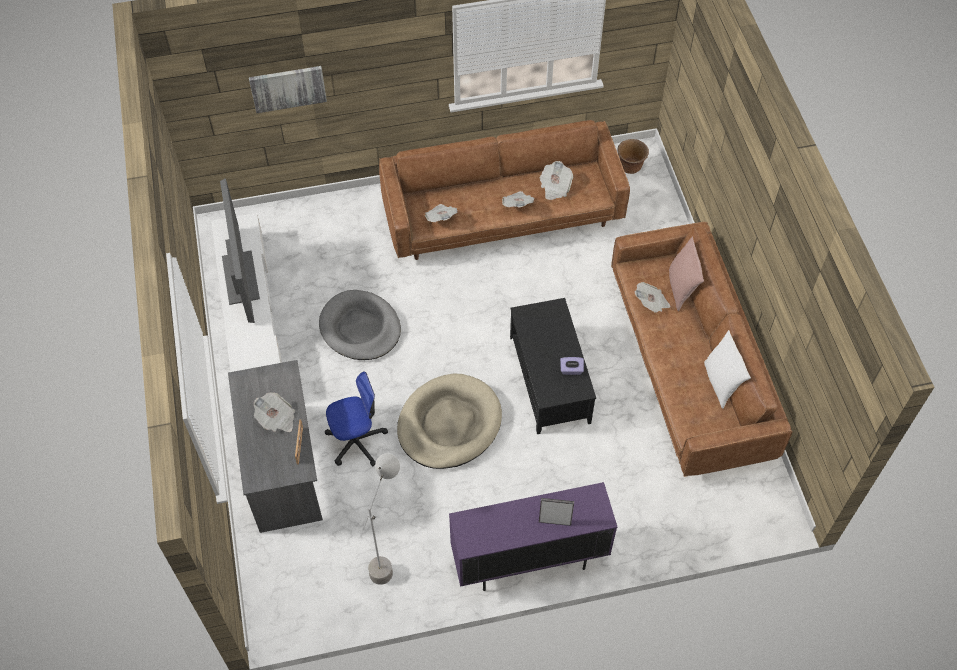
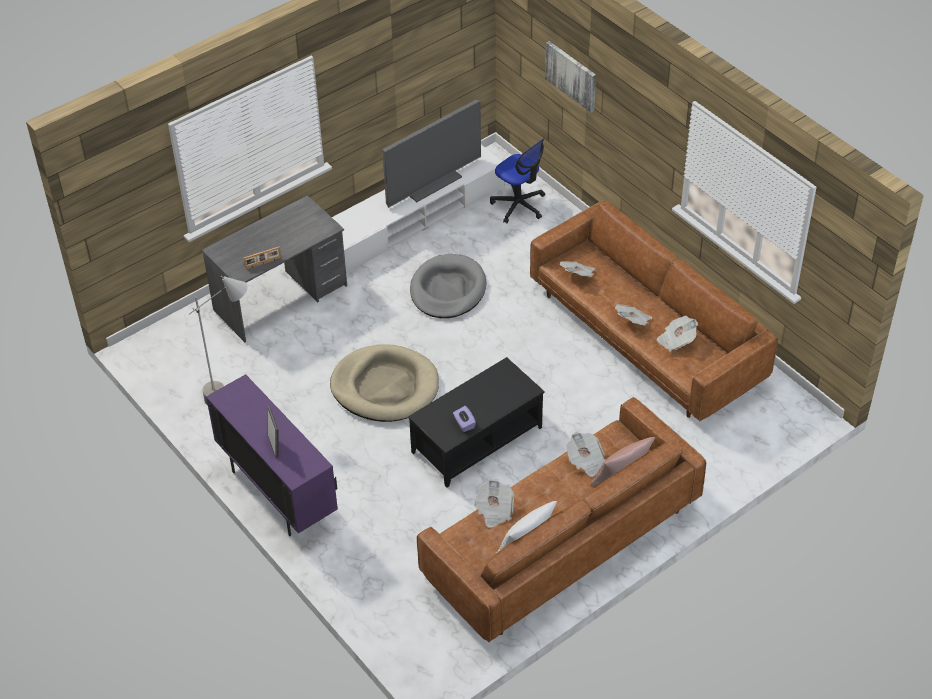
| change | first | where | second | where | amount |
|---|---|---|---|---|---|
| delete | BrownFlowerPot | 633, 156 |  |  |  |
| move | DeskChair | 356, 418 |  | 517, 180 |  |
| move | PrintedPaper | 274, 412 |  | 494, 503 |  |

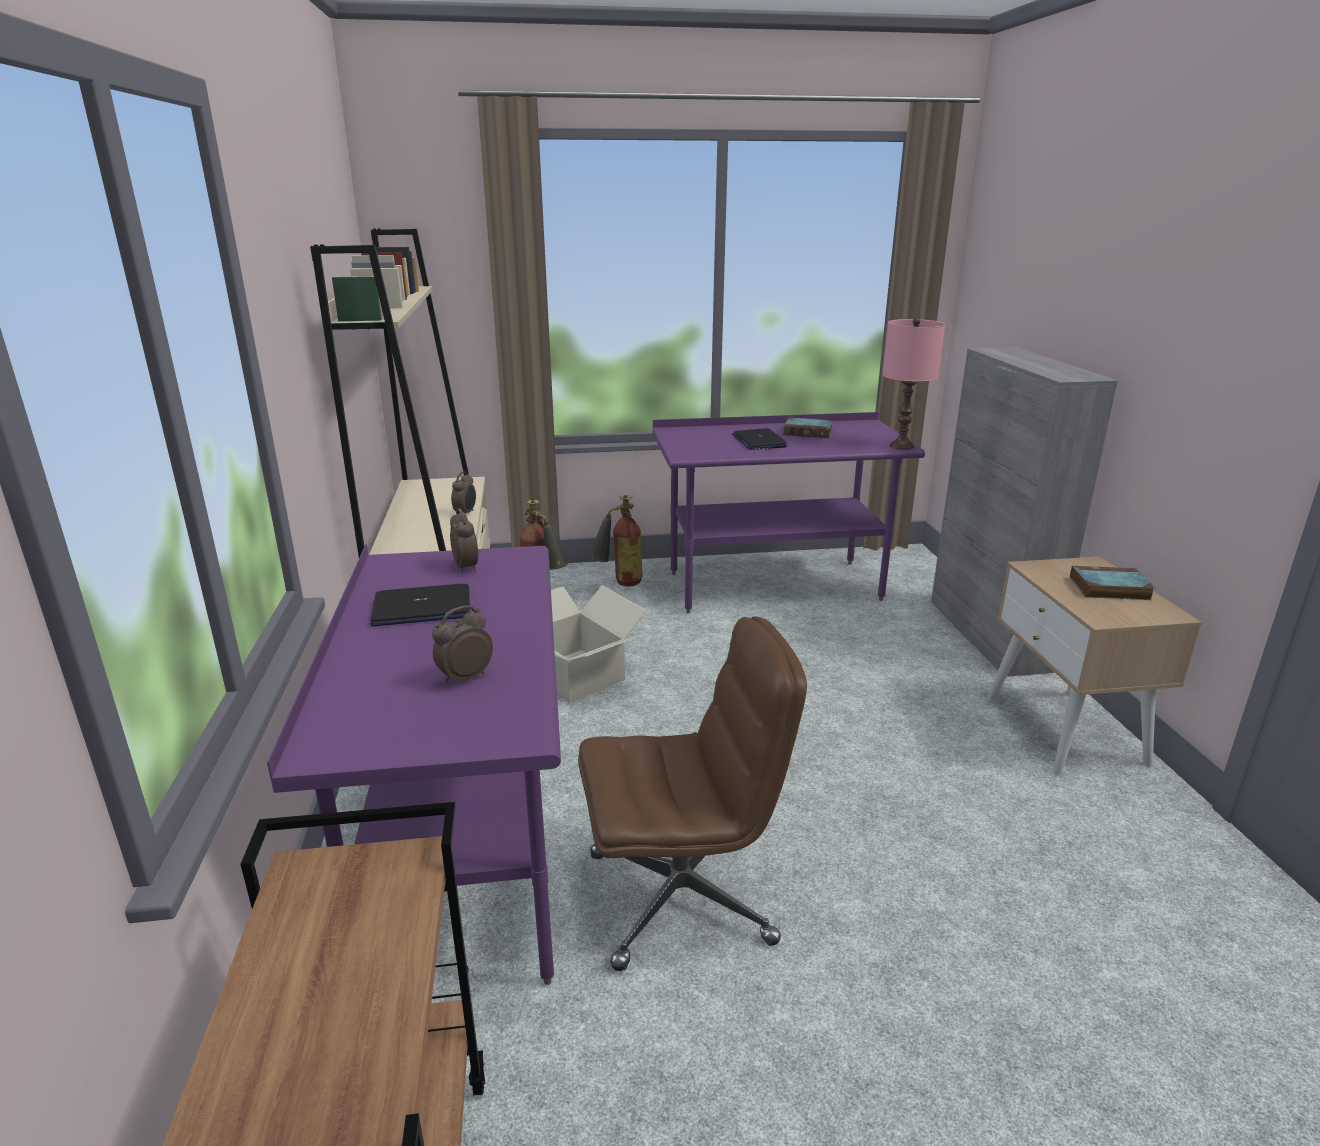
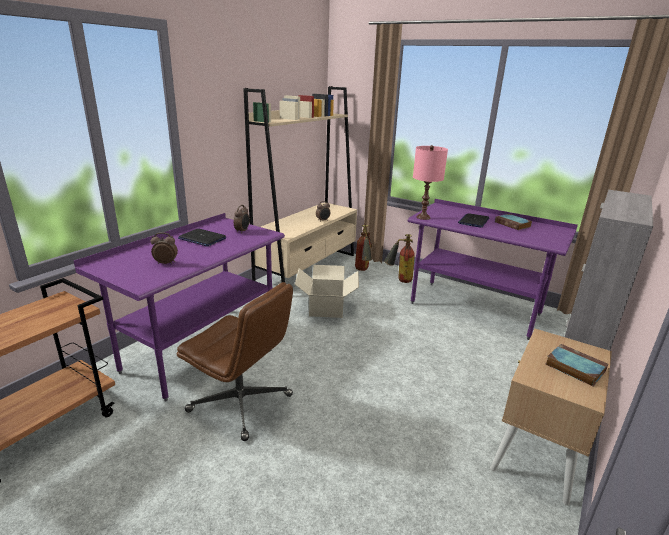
| change | first | where | second | where | amount |
|---|---|---|---|---|---|
| move | PinkTabletopLamp | 913, 384 |  | 430, 182 |  |

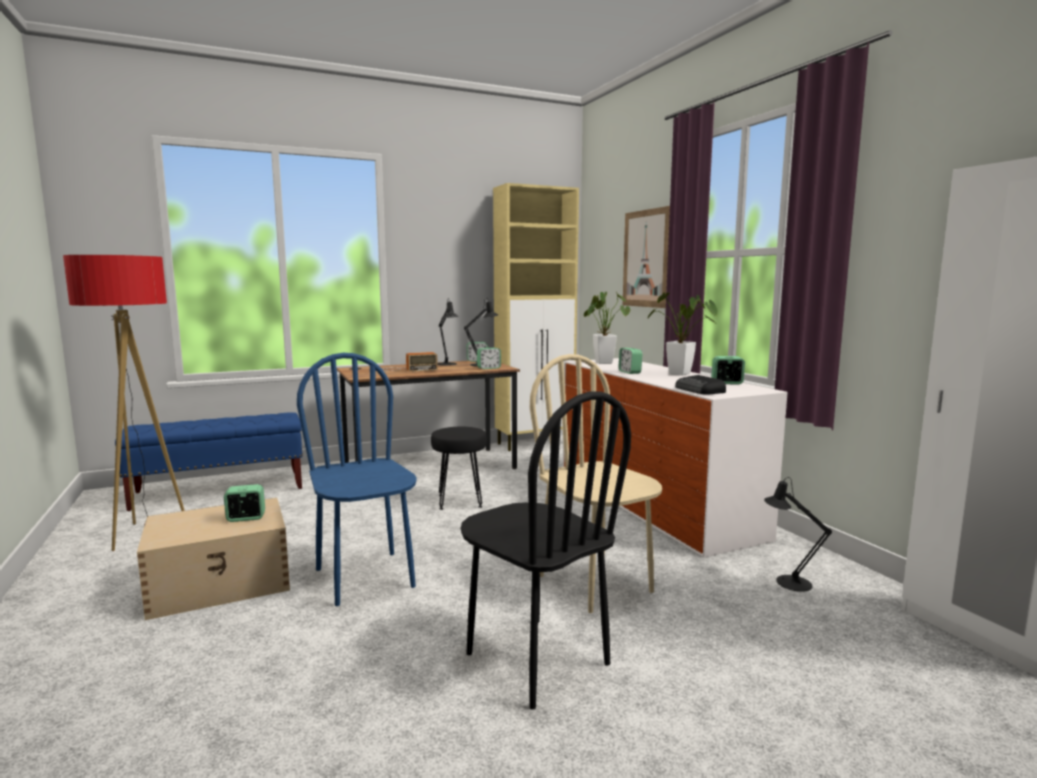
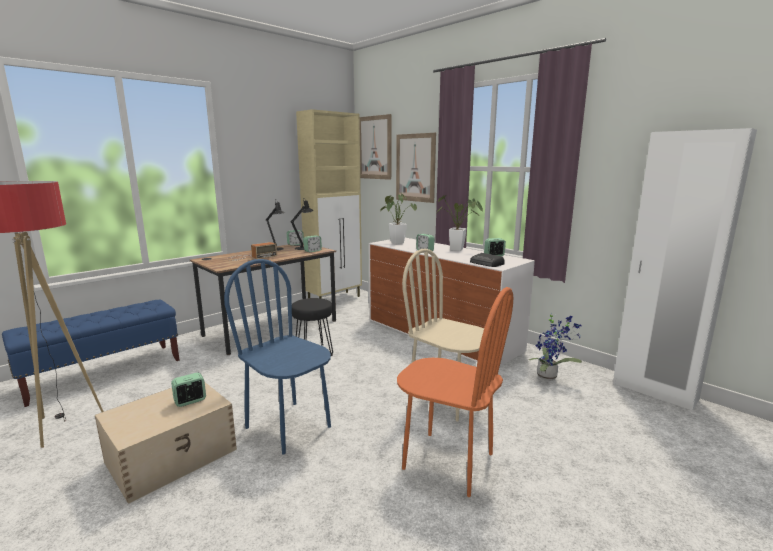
| change | first | where | second | where | amount |
|---|---|---|---|---|---|
| recolor | BlackColouredUprightChair | 545, 550 | OrangeUprightChair | 455, 392 |  |
| replace | BlackColouredTabletopLamp | 798, 534 | PlantInAPot | 555, 346 |  |
| insert |  |  | WallPicture | 375, 147 |  |

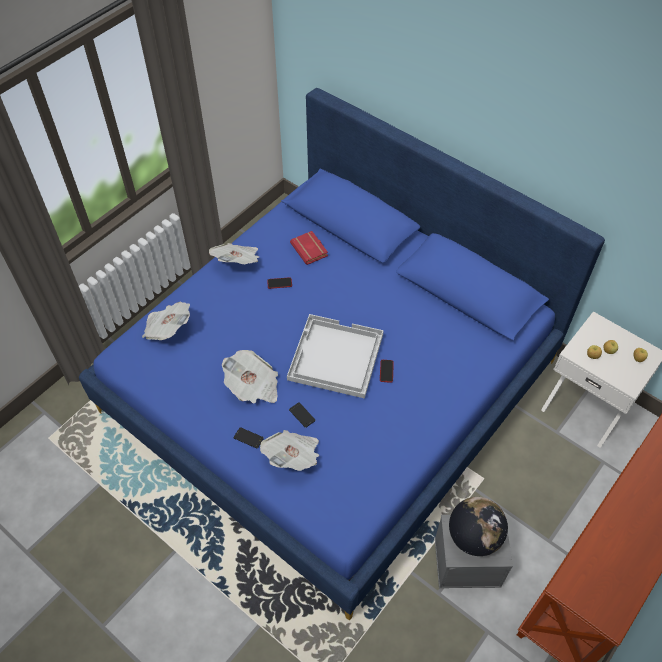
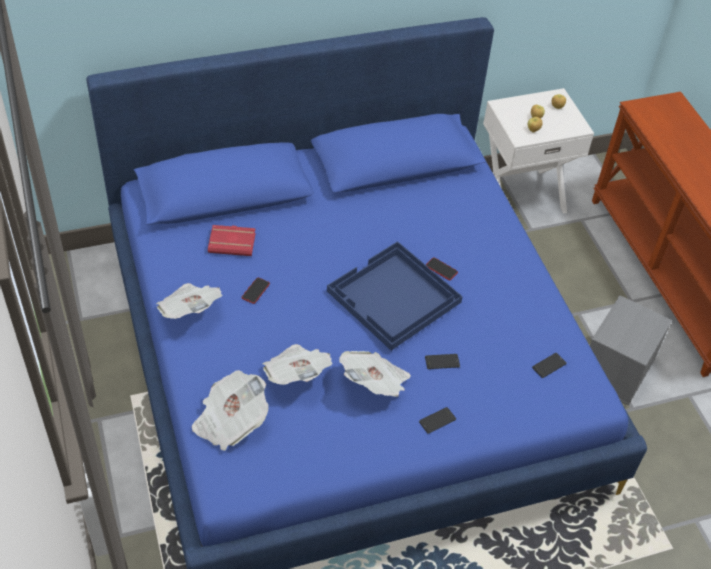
| change | first | where | second | where | amount |
|---|---|---|---|---|---|
| recolor | WhiteServingTray | 335, 356 | BluishServingTray | 395, 296 |  |
| move | PrintedPaper | 289, 450 |  | 297, 364 |  |
| delete | DeskGlobe | 478, 526 |  |  |  |
| insert |  |  | Handset | 549, 365 |  |

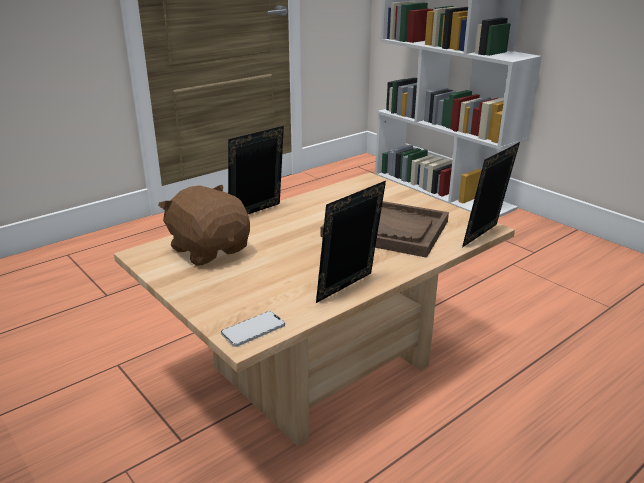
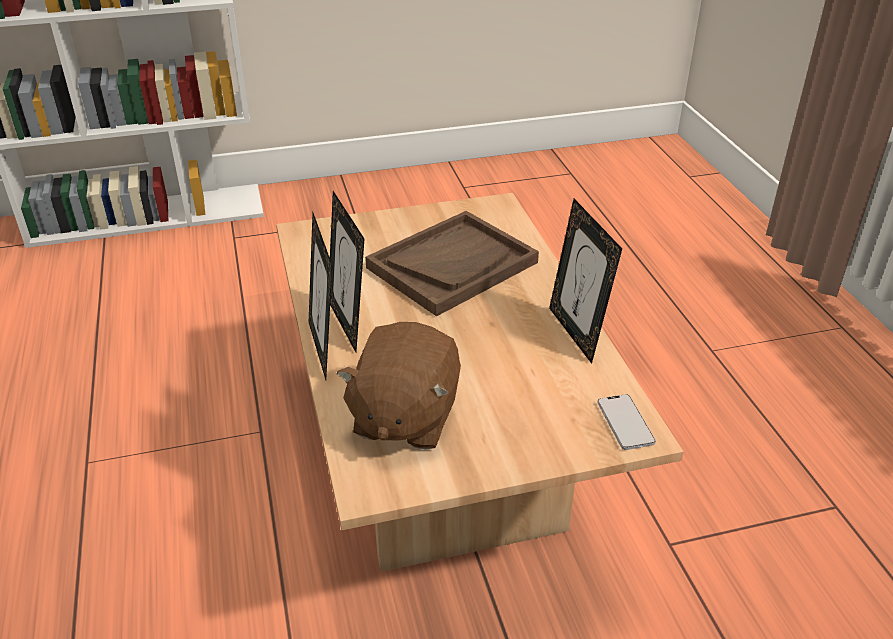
| change | first | where | second | where | amount |
|---|---|---|---|---|---|
| move | StandingFrame | 491, 195 |  | 347, 271 |  |
| rotate | BrownCuddlyToy | 204, 225 |  | 398, 386 | 60 degrees counterclockwise |

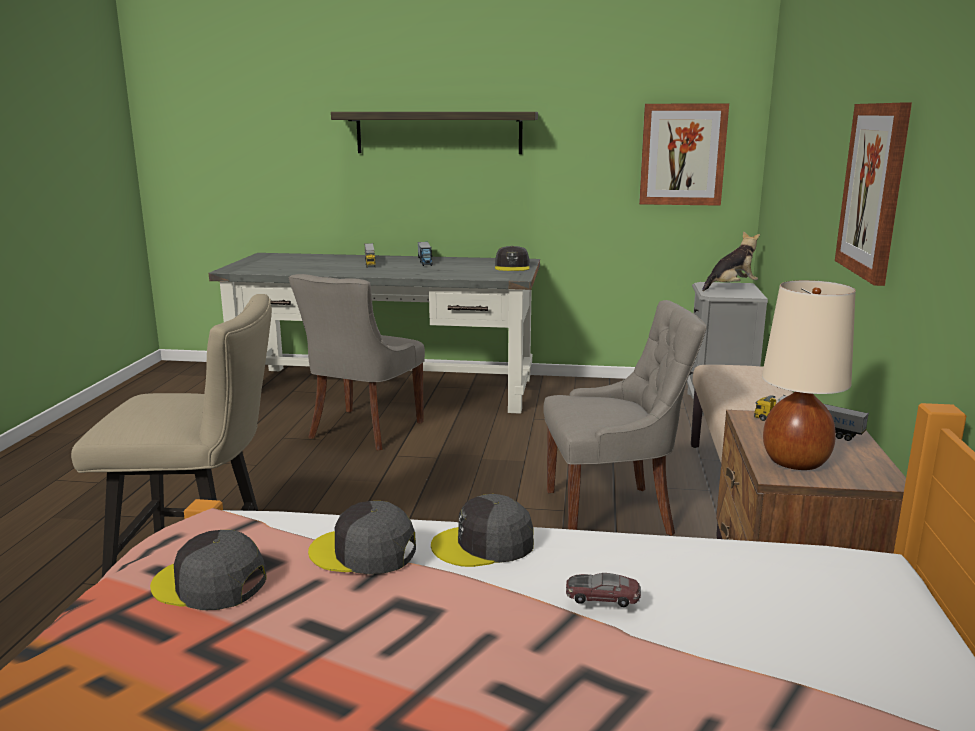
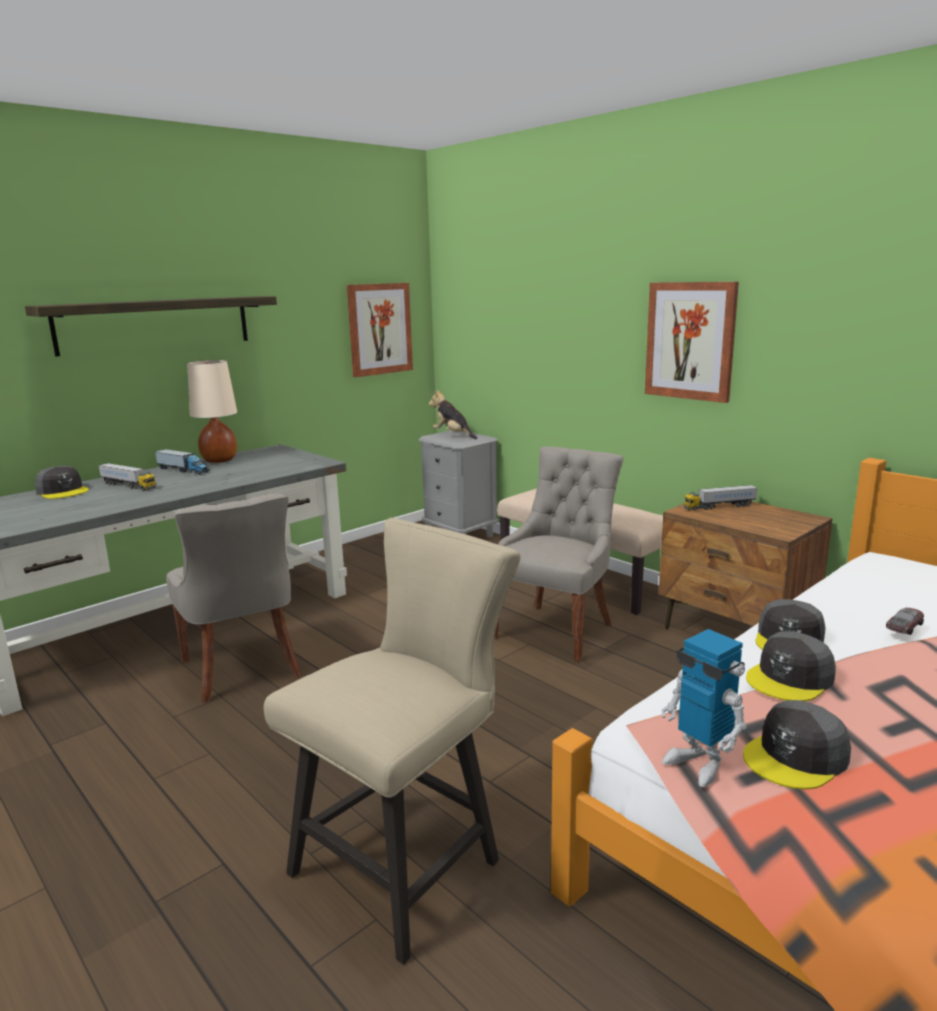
| change | first | where | second | where | amount |
|---|---|---|---|---|---|
| rotate | CuddlyToy | 731, 261 |  | 453, 414 | 60 degrees counterclockwise |
| move | GreyBaseballCap | 512, 258 |  | 62, 482 |  |
| move | BeigeTabletopLamp | 809, 375 |  | 212, 411 |  |
| insert |  |  | RobotFigure | 704, 708 |  |

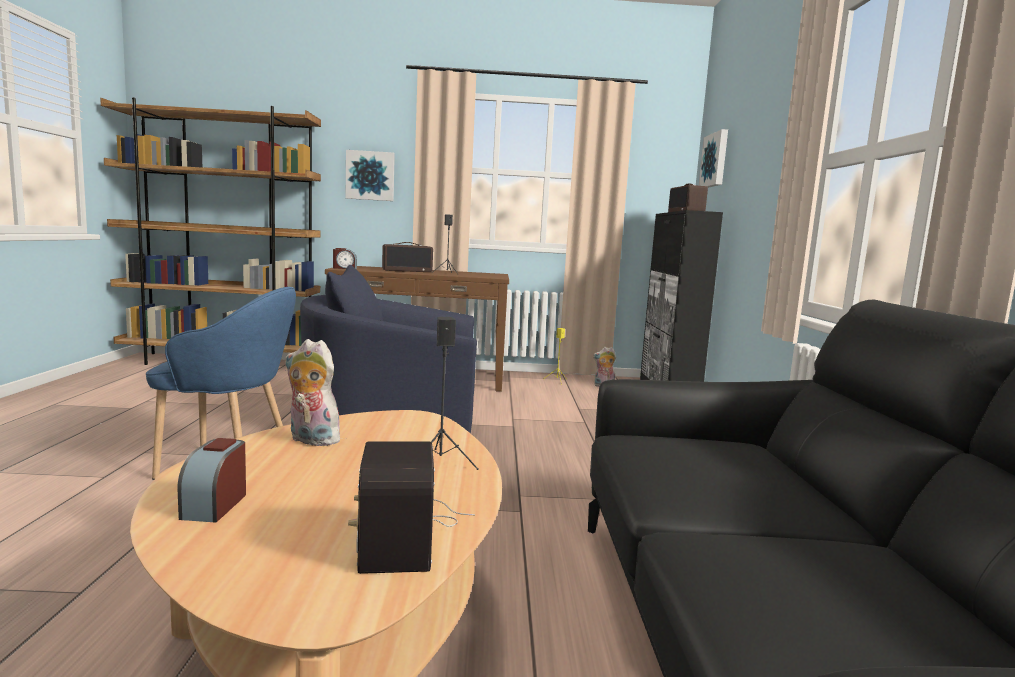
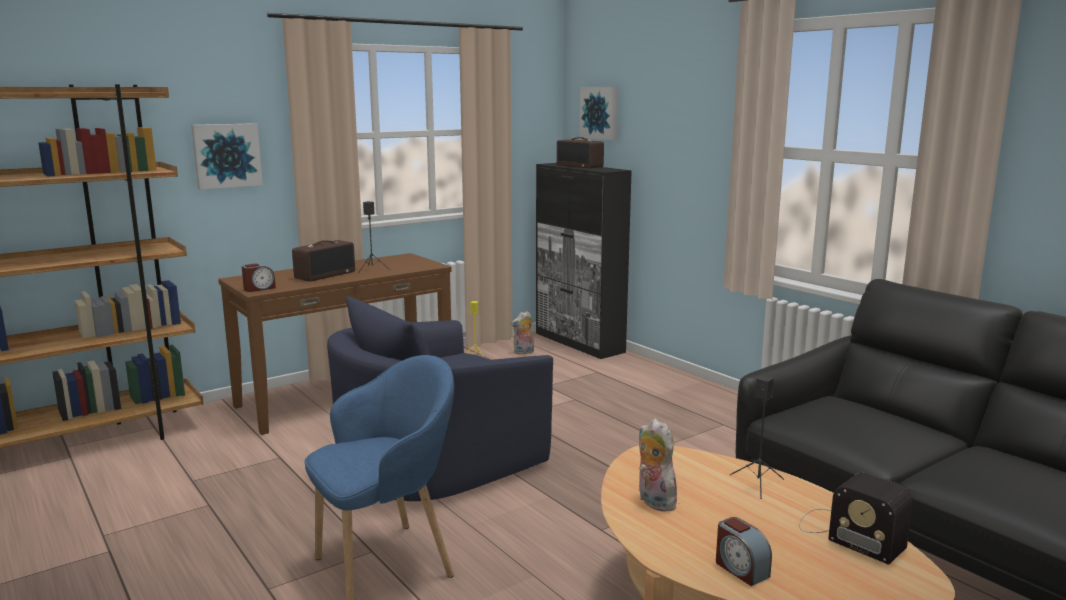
| change | first | where | second | where | amount |
|---|---|---|---|---|---|
| rotate | CuddlyToy | 315, 392 |  | 658, 465 | 75 degrees clockwise |

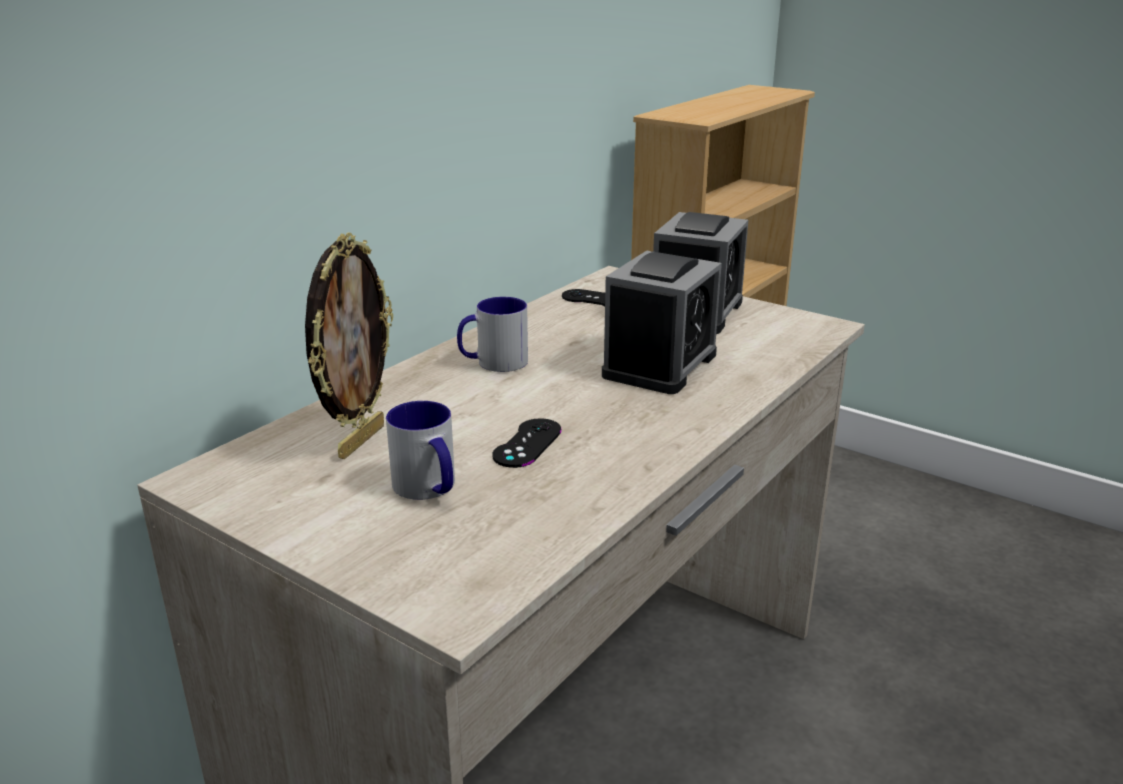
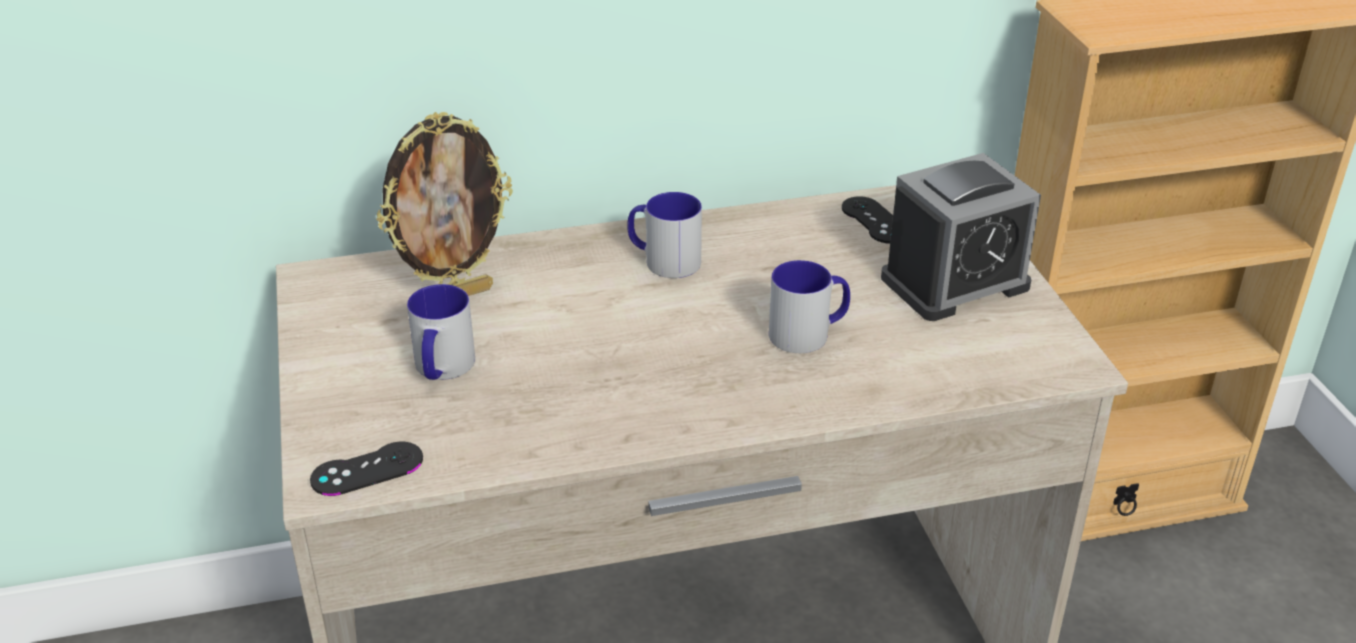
| change | first | where | second | where | amount |
|---|---|---|---|---|---|
| replace | TableClock | 662, 322 | CoffeeMug | 809, 306 |  |
| move | BlackColouredGameController | 526, 443 |  | 366, 469 |  |

